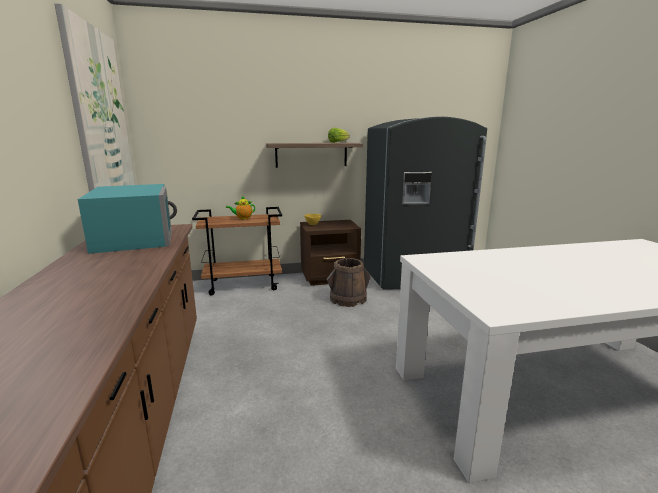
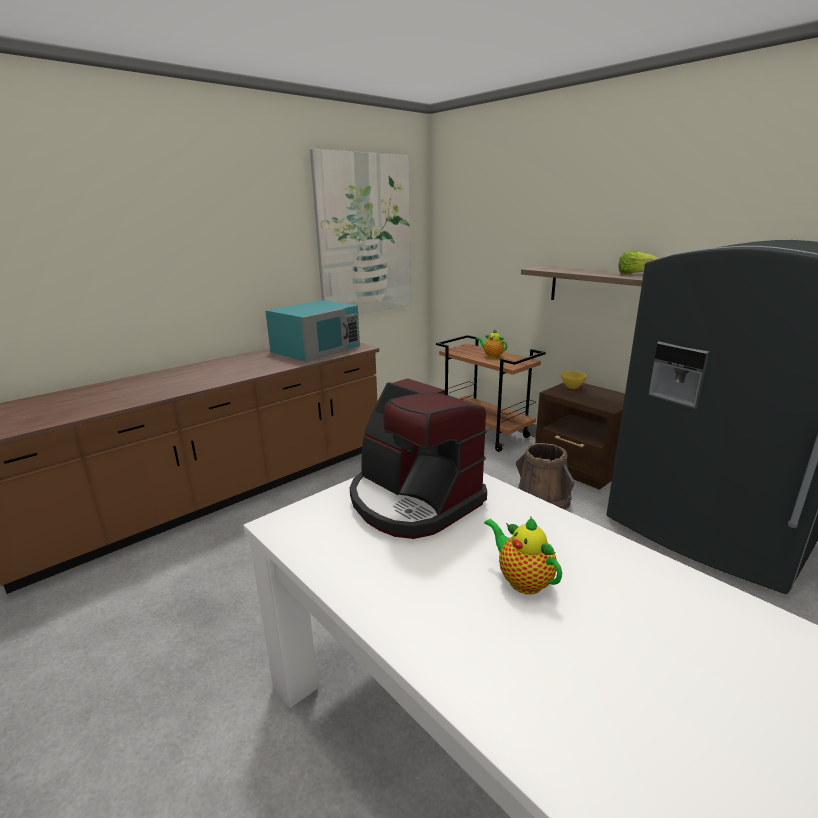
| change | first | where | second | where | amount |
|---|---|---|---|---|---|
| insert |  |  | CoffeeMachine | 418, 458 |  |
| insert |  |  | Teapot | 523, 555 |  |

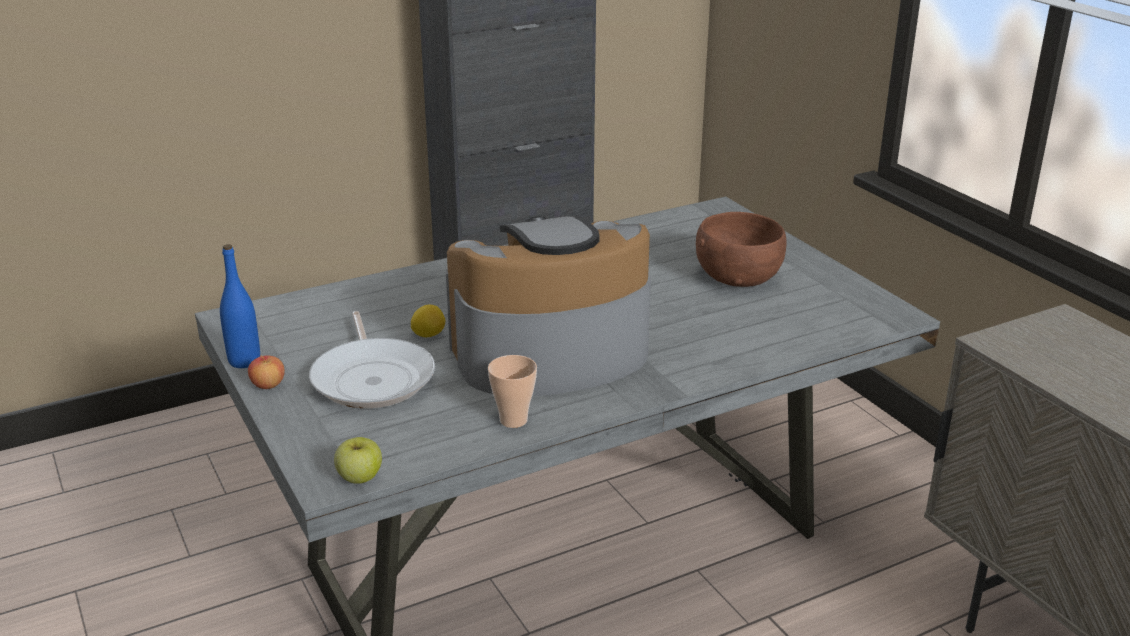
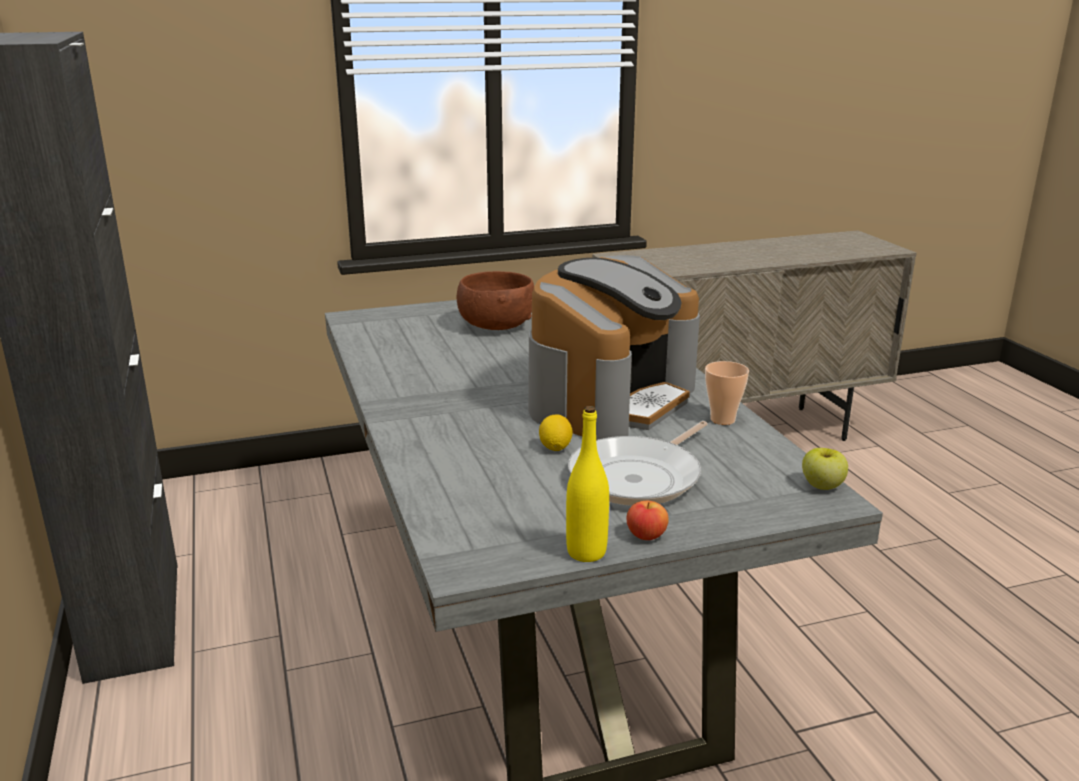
| change | first | where | second | where | amount |
|---|---|---|---|---|---|
| rotate | CoffeeMachine | 548, 306 |  | 614, 347 | 135 degrees counterclockwise |
| recolor | BluishBottle | 240, 306 | YellowBottle | 587, 484 |  |
| rotate | Skillet | 372, 359 |  | 638, 463 | 135 degrees clockwise |

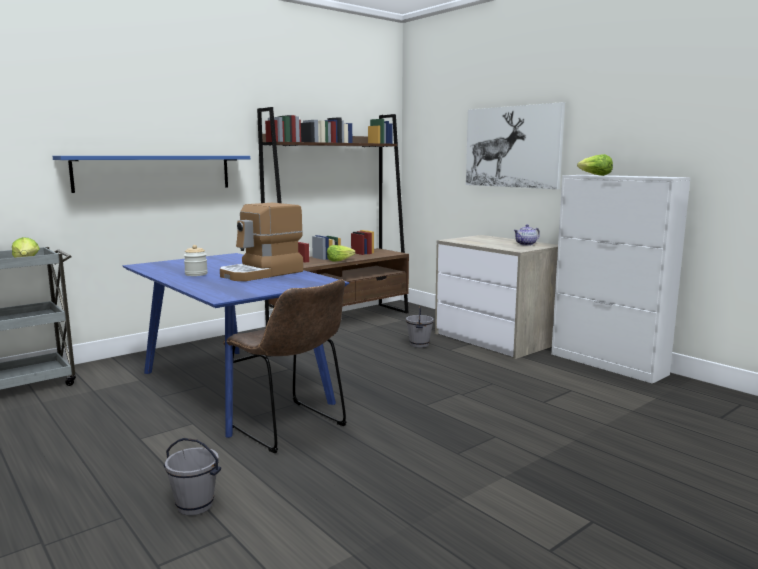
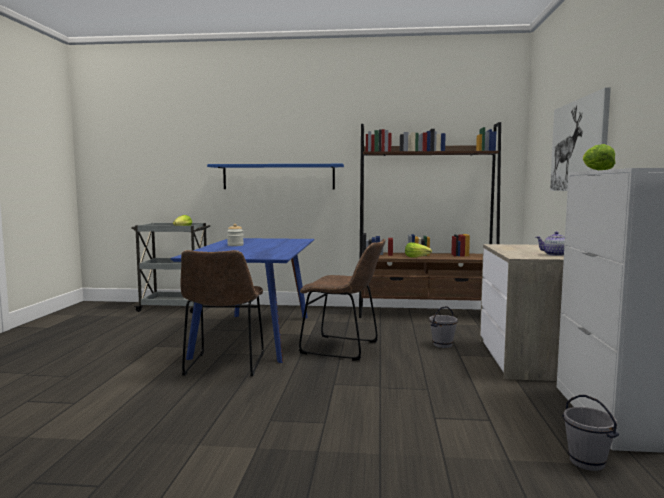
| change | first | where | second | where | amount |
|---|---|---|---|---|---|
| delete | CoffeeMachine | 261, 242 |  |  |  |
| move | GreyWaterBucket | 192, 477 |  | 590, 433 |  |
| insert |  |  | BrownUprightChair | 342, 299 |  |

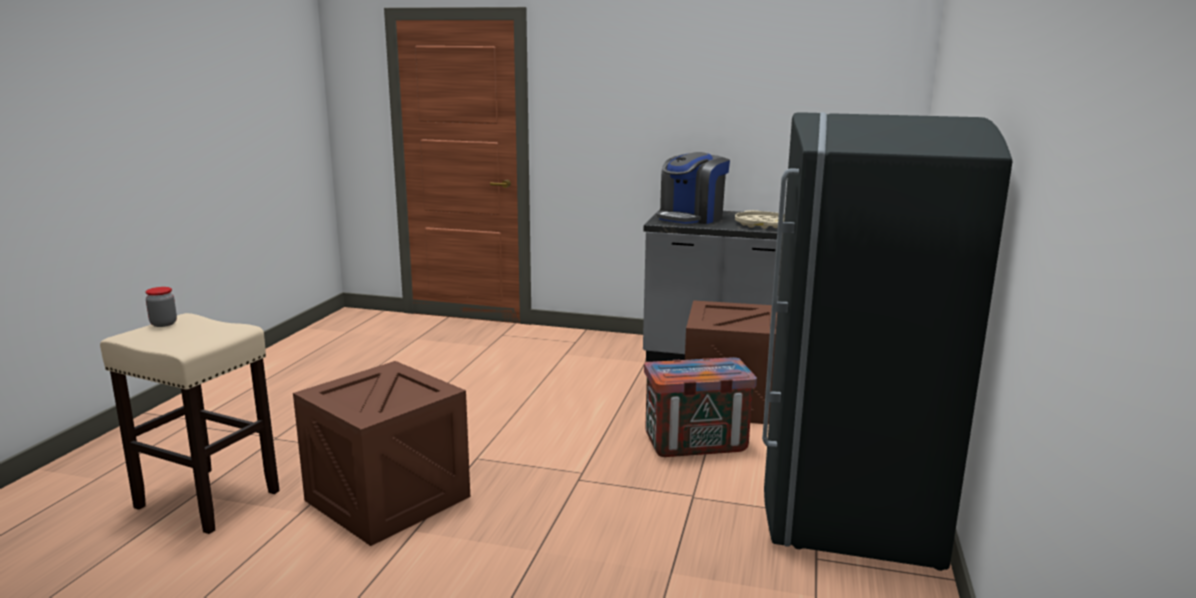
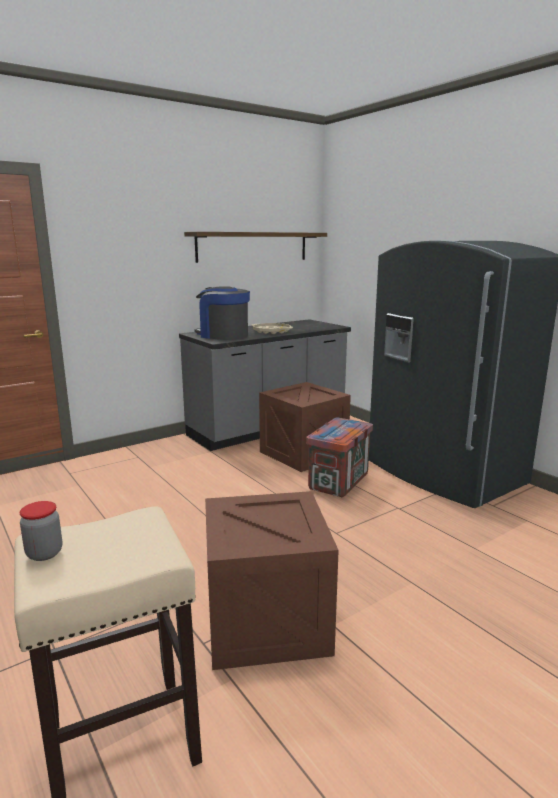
| change | first | where | second | where | amount |
|---|---|---|---|---|---|
| rotate | CoffeeMachine | 693, 188 |  | 222, 313 | 135 degrees clockwise |
| insert |  |  | Shelf | 255, 247 |  |

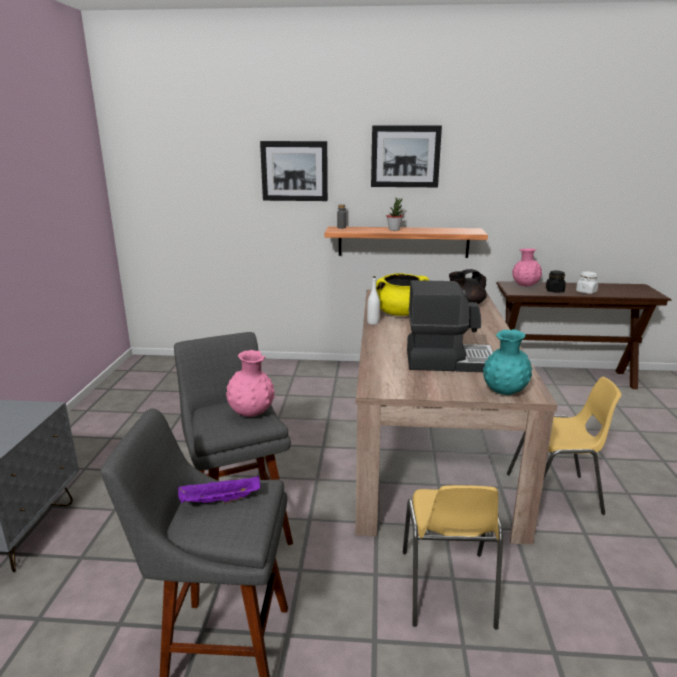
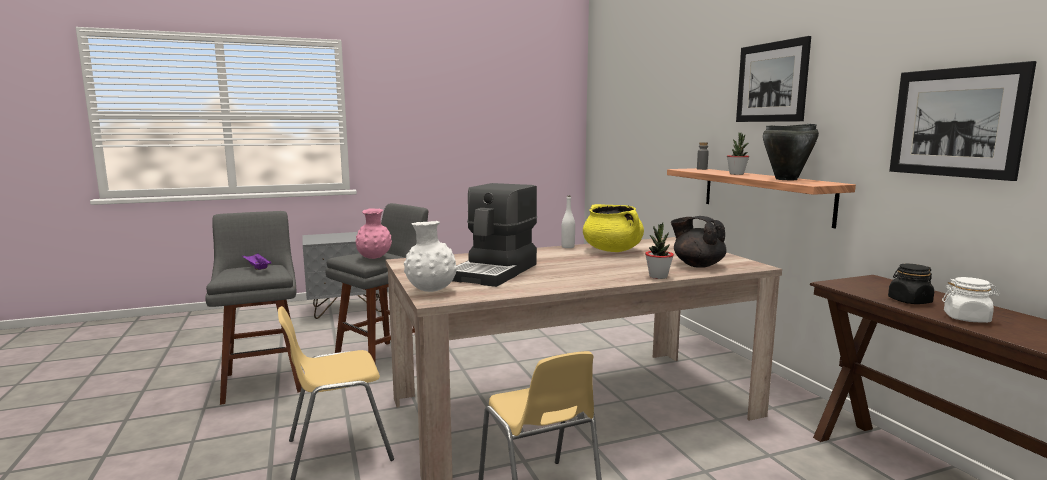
| change | first | where | second | where | amount |
|---|---|---|---|---|---|
| move | WallPicture | 294, 171 |  | 962, 121 |  |
| delete | PinkVase | 527, 267 |  |  |  |
| rotate | CoffeeMachine | 450, 326 |  | 495, 235 | 45 degrees clockwise |
| recolor | TurquoiseColouredVase | 507, 362 | WhiteVase | 430, 256 |  |
| insert |  |  | BlackColouredStockpot | 791, 152 |  |
| insert |  |  | PlantInAPot | 659, 250 |  |

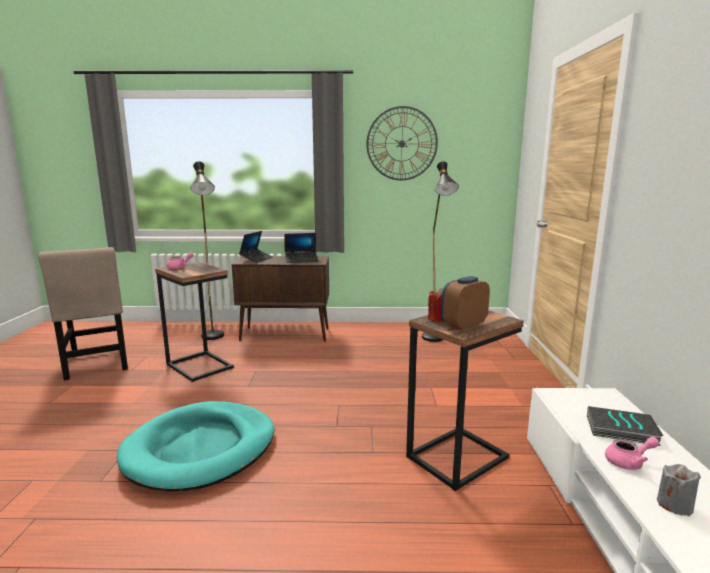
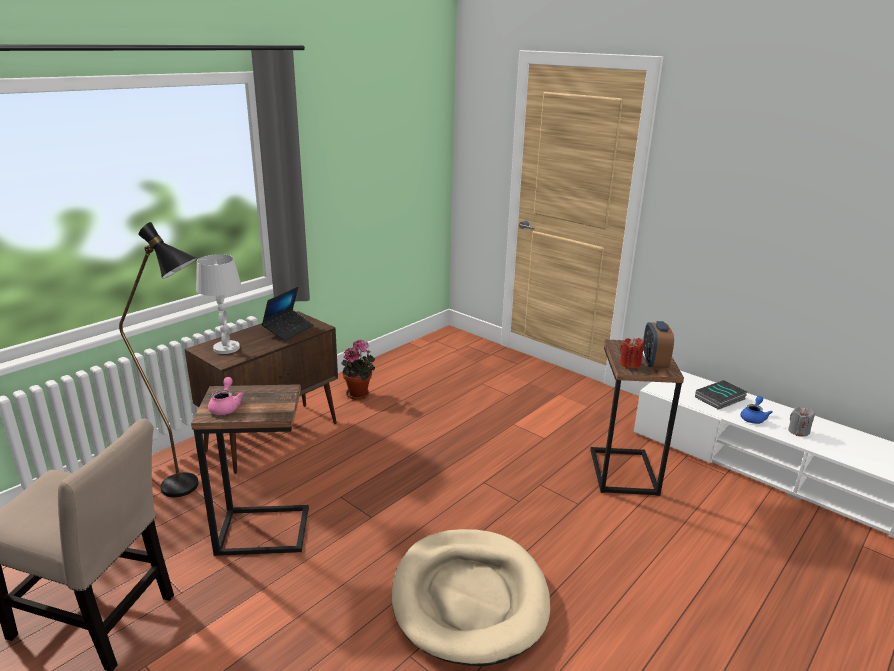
| change | first | where | second | where | amount |
|---|---|---|---|---|---|
| delete | WallClock | 402, 143 |  |  |  |
| delete | BlackColouredFloorLamp | 440, 251 |  |  |  |
| replace | Laptop | 256, 247 | WhiteTabletopLamp | 219, 304 |  |
| recolor | TurquoiseColouredDogCushion | 195, 446 | BeigeDogCushion | 471, 597 |  |
| recolor | PinkTeapot | 632, 453 | BluishTeapot | 757, 410 |  |
| insert |  |  | PlantInAPot | 358, 369 |  |

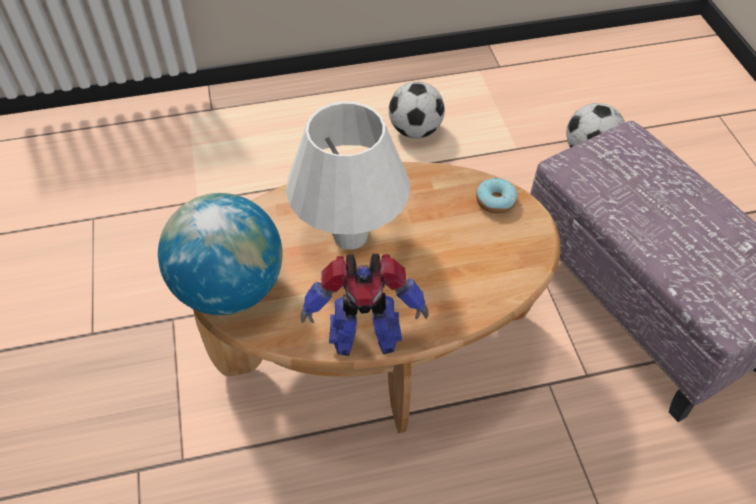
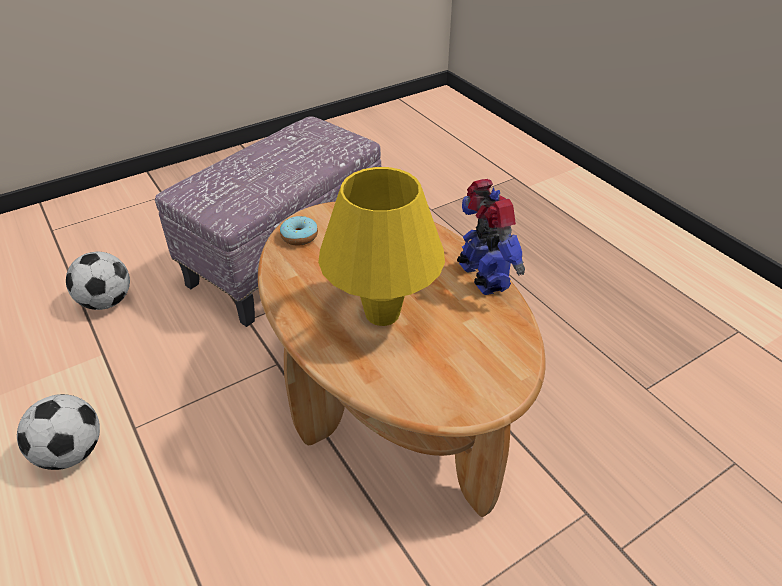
| change | first | where | second | where | amount |
|---|---|---|---|---|---|
| recolor | WhiteTabletopLamp | 348, 175 | YellowTabletopLamp | 381, 246 |  |
| delete | DeskGlobe | 220, 254 |  |  |  |

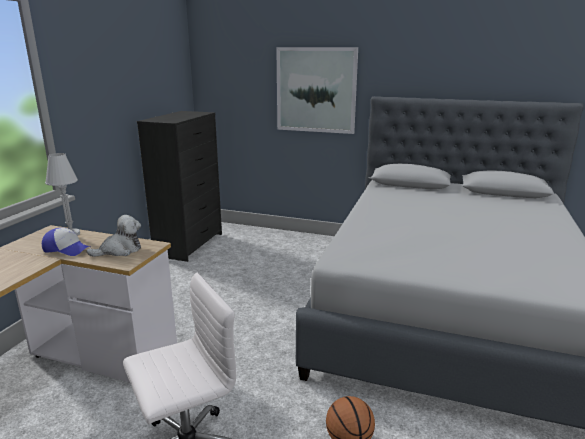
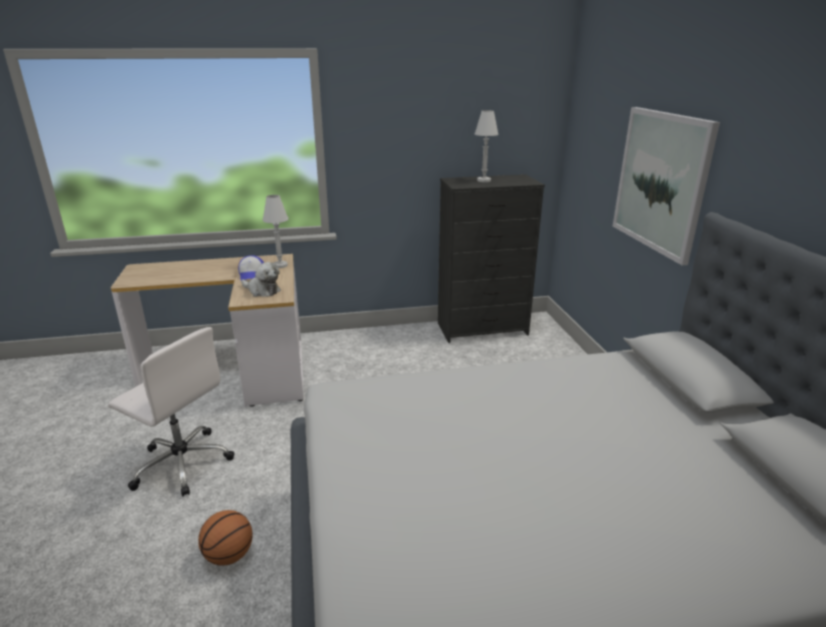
| change | first | where | second | where | amount |
|---|---|---|---|---|---|
| insert |  |  | WhiteTabletopLamp | 487, 146 |  |

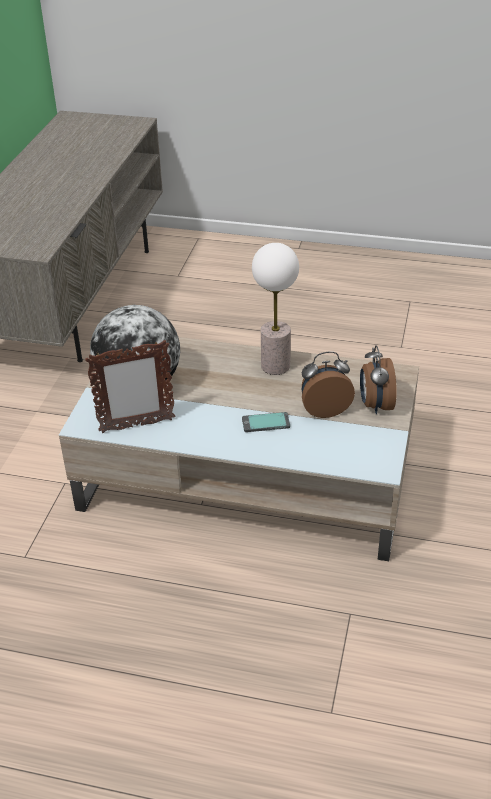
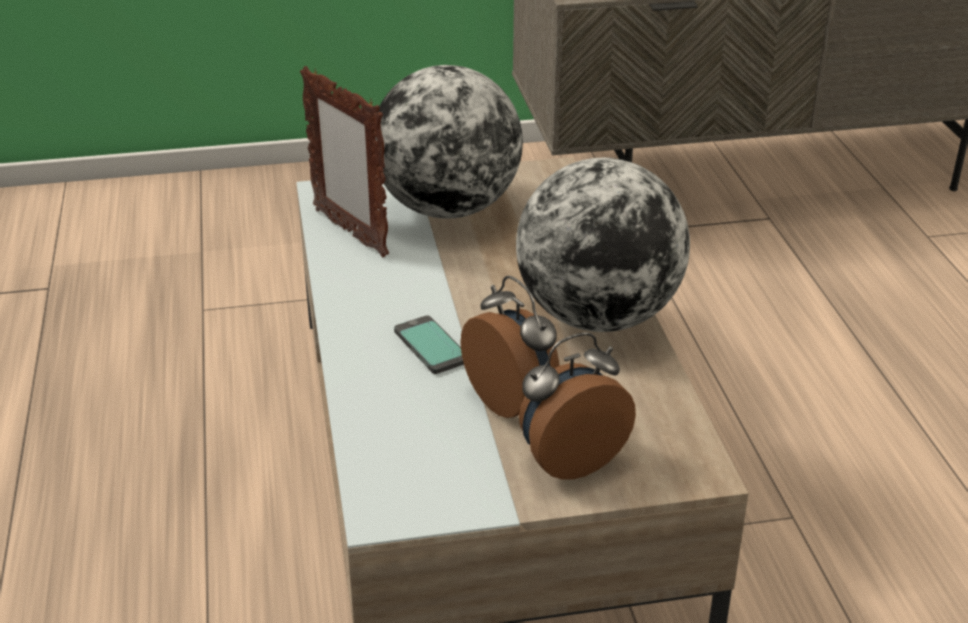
| change | first | where | second | where | amount |
|---|---|---|---|---|---|
| replace | TabletopLamp | 275, 309 | DeskGlobe | 603, 245 |  |

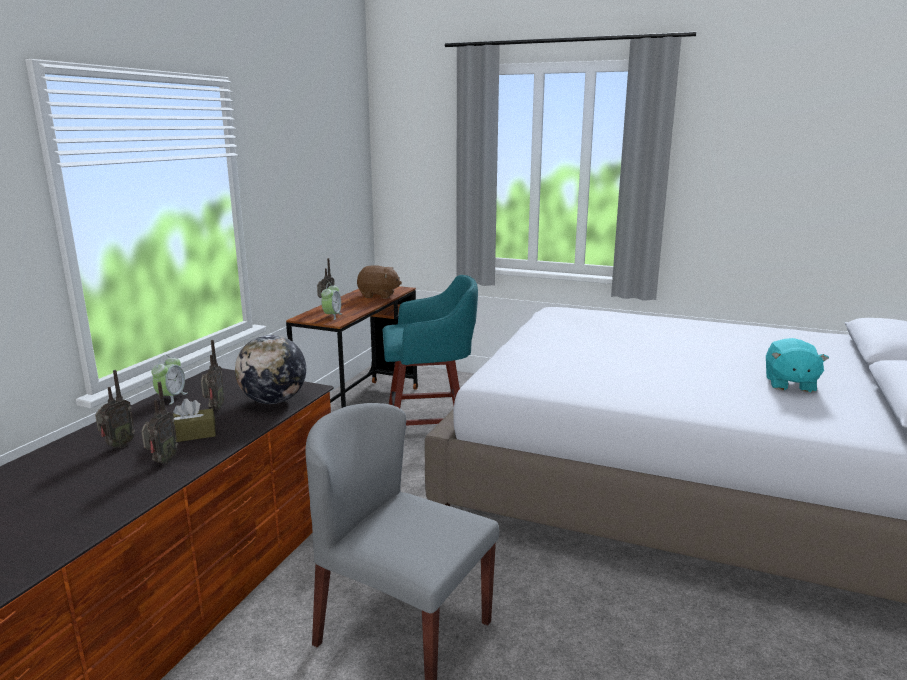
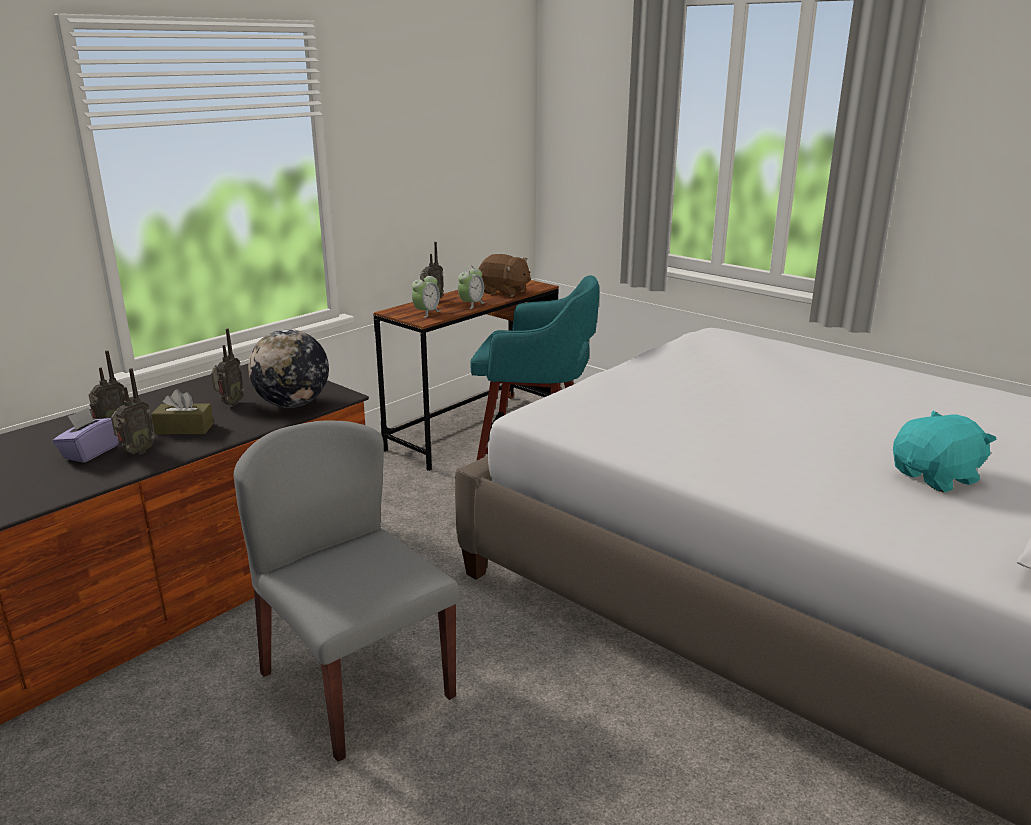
| change | first | where | second | where | amount |
|---|---|---|---|---|---|
| rotate | TurquoiseColouredCuddlyToy | 797, 365 |  | 945, 452 | 150 degrees counterclockwise |
| move | TableClock | 169, 380 |  | 471, 287 |  |
| insert |  |  | PurplishBoxOfTissues | 85, 435 |  |

